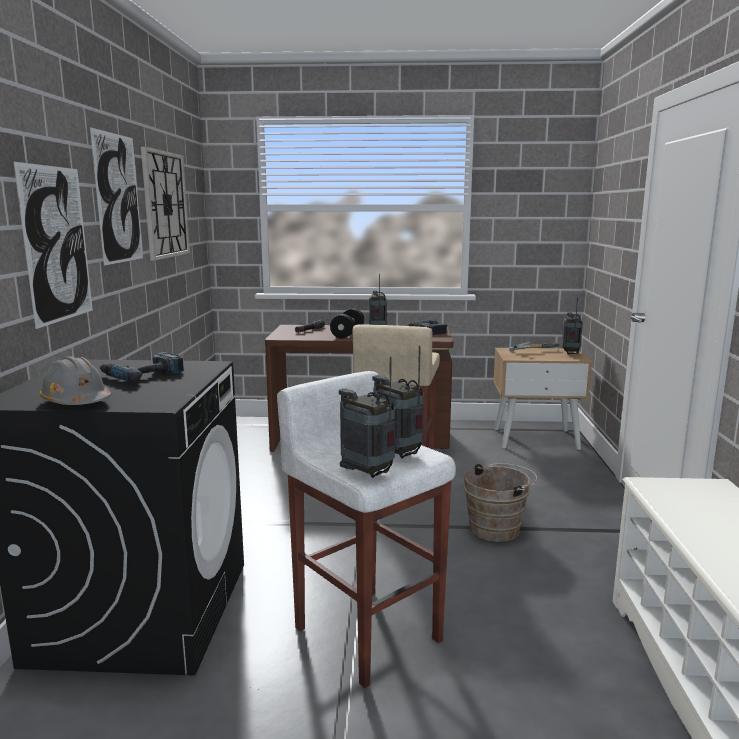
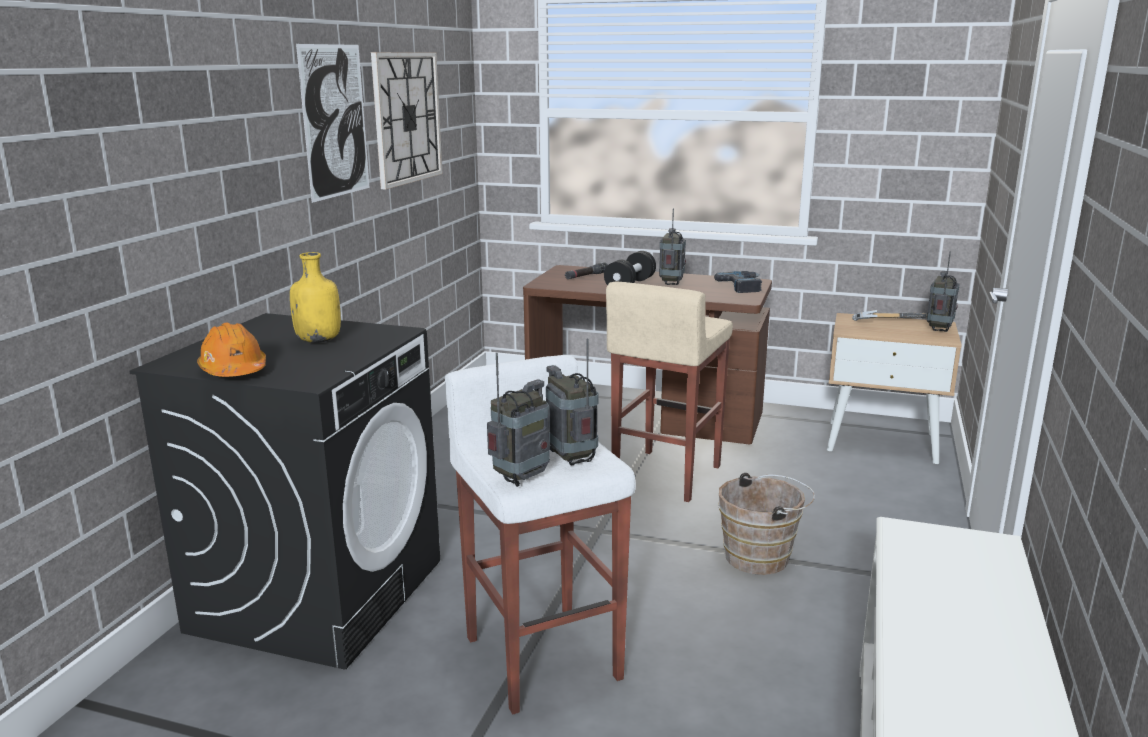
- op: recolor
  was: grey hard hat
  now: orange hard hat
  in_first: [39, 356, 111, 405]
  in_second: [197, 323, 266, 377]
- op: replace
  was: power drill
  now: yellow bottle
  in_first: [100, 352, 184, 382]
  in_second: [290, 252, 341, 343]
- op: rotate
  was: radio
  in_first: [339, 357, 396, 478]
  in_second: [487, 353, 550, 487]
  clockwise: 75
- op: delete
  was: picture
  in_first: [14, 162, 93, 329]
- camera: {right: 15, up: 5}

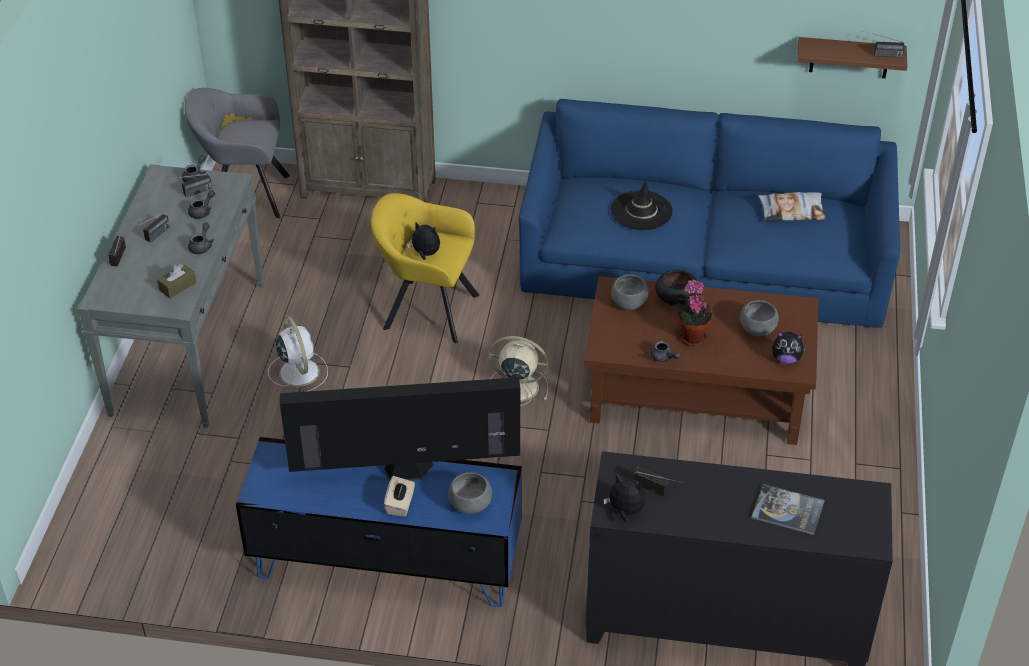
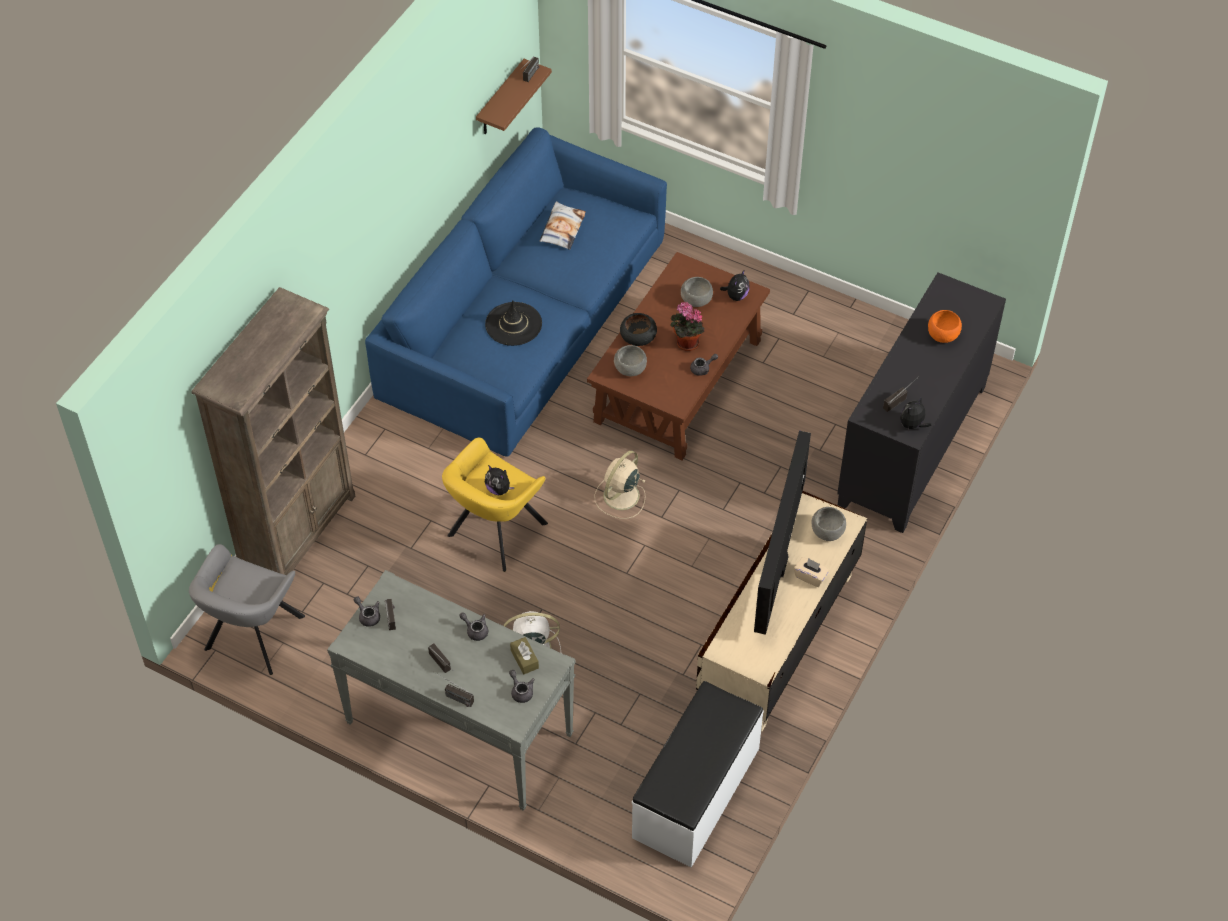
- op: rotate
  was: plush toy
  in_first: [407, 222, 440, 260]
  in_second: [485, 465, 514, 495]
  clockwise: -90
- op: move
  was: grey teapot
  in_first: [188, 190, 215, 219]
  in_second: [509, 670, 535, 703]
- op: insert
  now: white bench
  in_second: [632, 681, 764, 868]
- op: recolor
  was: blue tv stand
  now: beige tv stand
  in_first: [236, 437, 522, 607]
  in_second: [696, 491, 867, 732]
- op: replace
  was: book
  now: orange bowl
  in_first: [751, 484, 825, 535]
  in_second: [928, 310, 962, 343]
- camera: {right: -70, up: 10}

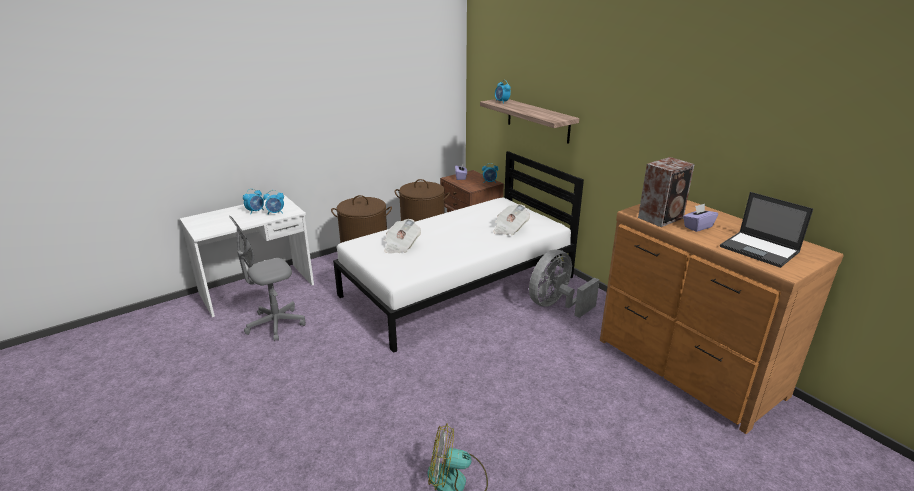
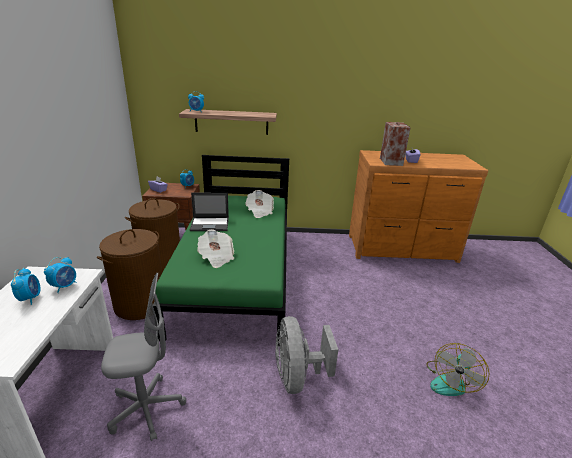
- op: rotate
  was: grey office chair
  in_first: [229, 216, 306, 341]
  in_second: [101, 273, 186, 441]
  clockwise: -105
- op: recolor
  was: white bed
  now: green bed
  in_first: [333, 151, 584, 353]
  in_second: [153, 155, 289, 346]
- op: move
  was: laptop
  in_first: [720, 192, 813, 268]
  in_second: [190, 193, 229, 231]
- op: move
  was: grey fan
  in_first: [529, 250, 600, 318]
  in_second: [275, 316, 338, 394]
- camera: {right: -55, up: 0}

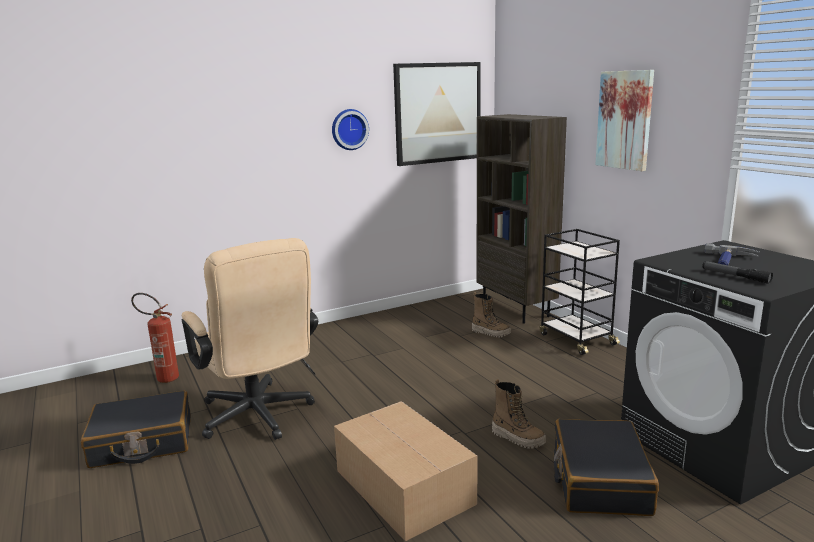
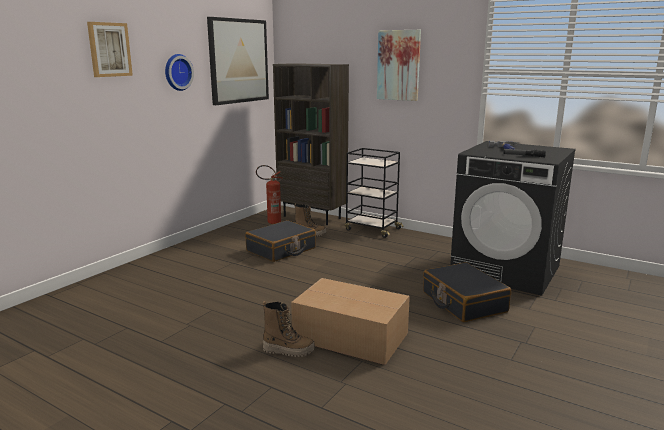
- op: insert
  now: picture
  in_second: [87, 22, 133, 77]
- op: move
  was: black suitcase
  in_first: [81, 391, 191, 468]
  in_second: [245, 220, 316, 262]
- op: move
  was: fire extinguisher
  in_first: [131, 293, 179, 383]
  in_second: [256, 165, 282, 224]
- op: move
  was: boot
  in_first: [492, 379, 546, 449]
  in_second: [263, 301, 315, 357]
- op: delete
  was: beige office chair
  in_first: [182, 238, 318, 440]
- camera: {right: -30, up: 0}

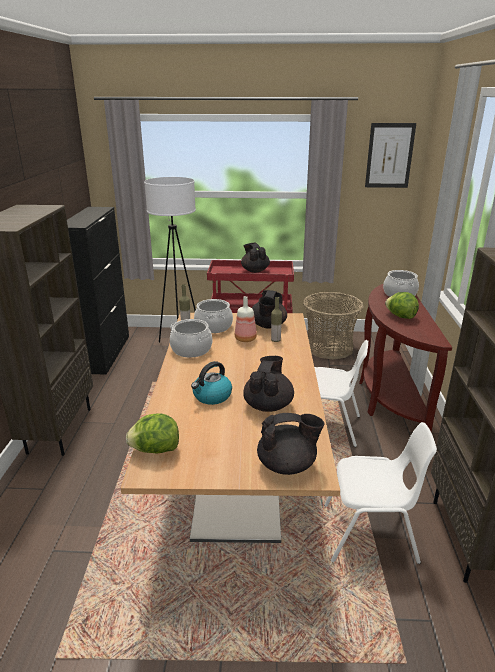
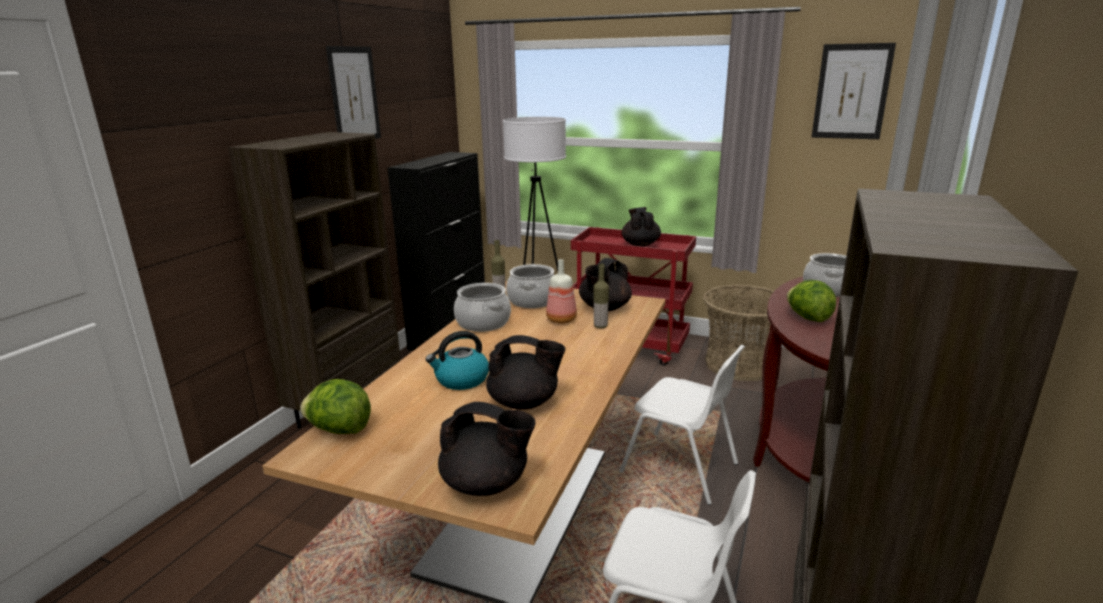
- op: insert
  now: picture
  in_second: [326, 46, 381, 139]
- op: rotate
  was: black teapot
  in_first: [243, 356, 294, 412]
  in_second: [486, 335, 565, 410]
  clockwise: 60
- camera: {right: 20, up: -5}

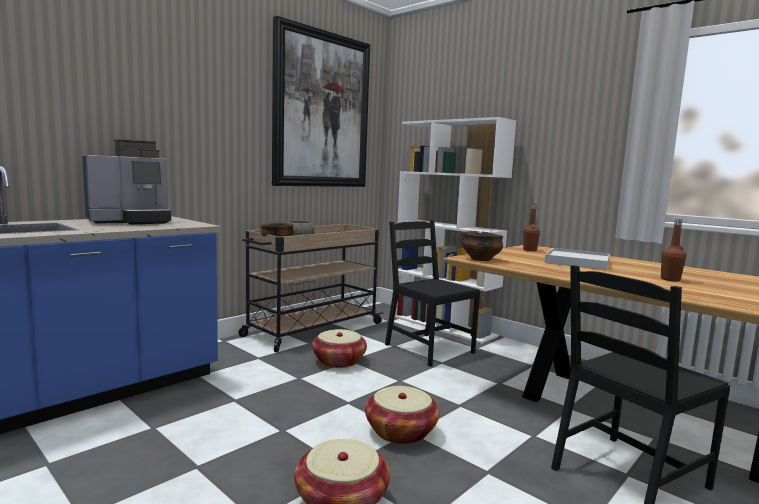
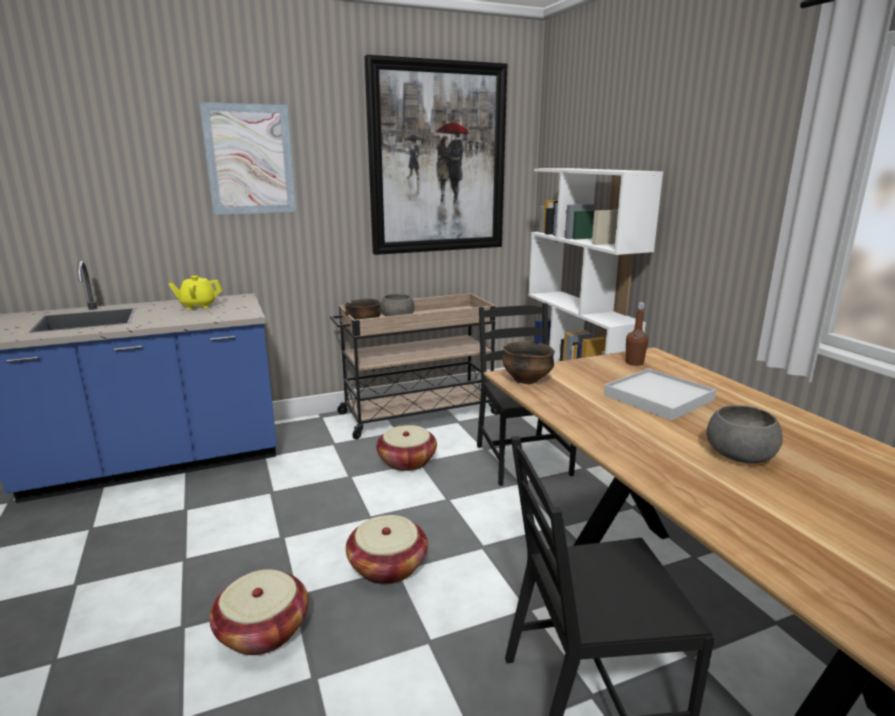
- op: replace
  was: coffee machine
  now: yellow teapot
  in_first: [82, 139, 171, 224]
  in_second: [168, 276, 222, 309]
- op: insert
  now: picture
  in_second: [199, 102, 296, 215]
- op: replace
  was: brown bottle
  now: grey bowl
  in_first: [661, 219, 686, 281]
  in_second: [706, 405, 783, 463]
- camera: {right: 25, up: 10}

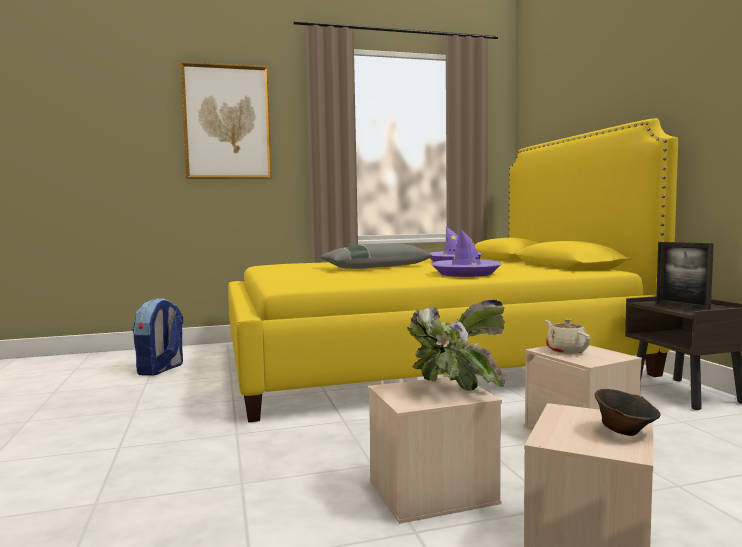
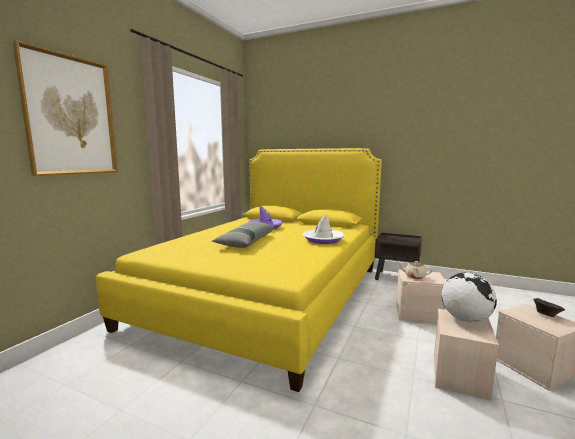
- op: recolor
  was: purple hat
  now: white hat
  in_first: [431, 230, 501, 277]
  in_second: [303, 215, 345, 244]
- op: replace
  was: potted plant
  now: globe
  in_first: [407, 300, 505, 391]
  in_second: [442, 272, 497, 322]
- op: delete
  was: backpack
  in_first: [132, 298, 184, 376]
- op: delete
  was: picture frame
  in_first: [656, 242, 714, 311]
- camera: {right: -50, up: 5}

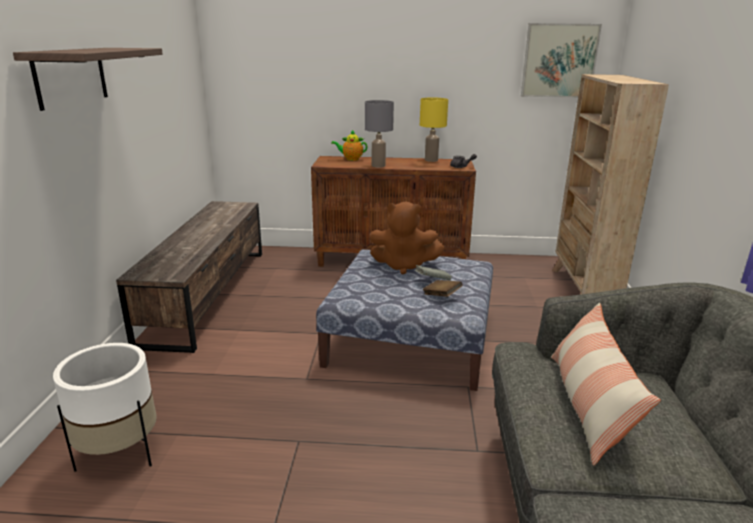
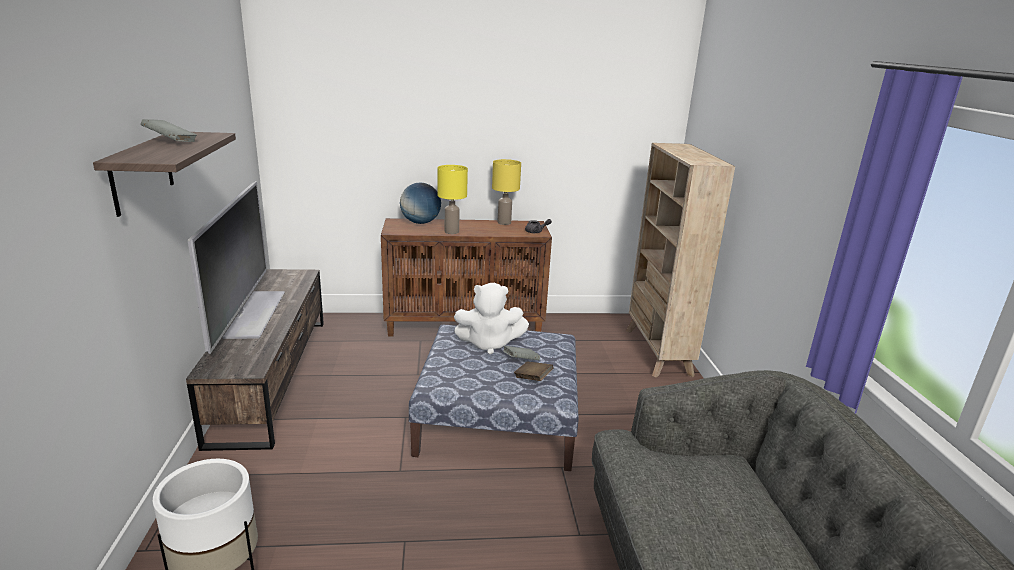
- op: insert
  now: grey book
  in_second: [141, 119, 197, 142]
- op: insert
  now: television
  in_second: [188, 181, 285, 354]
- op: replace
  was: teapot
  now: globe
  in_first: [331, 130, 367, 161]
  in_second: [400, 183, 441, 224]
- op: recolor
  was: grey table lamp
  now: yellow table lamp
  in_first: [365, 100, 394, 167]
  in_second: [437, 165, 468, 234]
- op: recolor
  was: brown plush toy
  now: white plush toy
  in_first: [369, 202, 444, 274]
  in_second: [454, 283, 529, 354]
- op: delete
  was: picture
  in_first: [521, 23, 602, 98]
- op: delete
  was: pillow
  in_first: [551, 303, 661, 466]
- camera: {right: -10, up: 0}

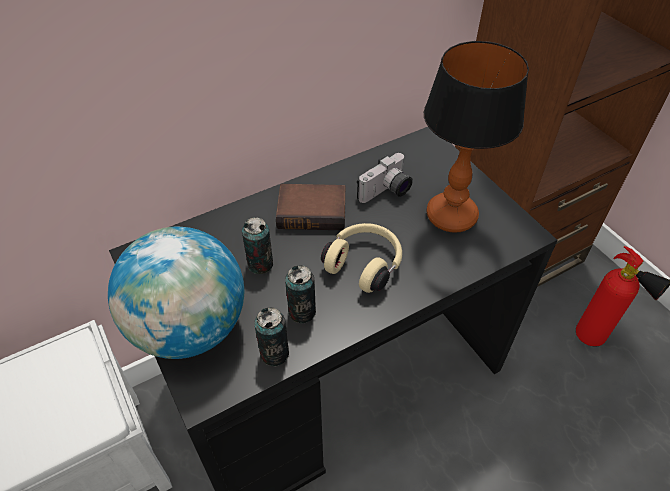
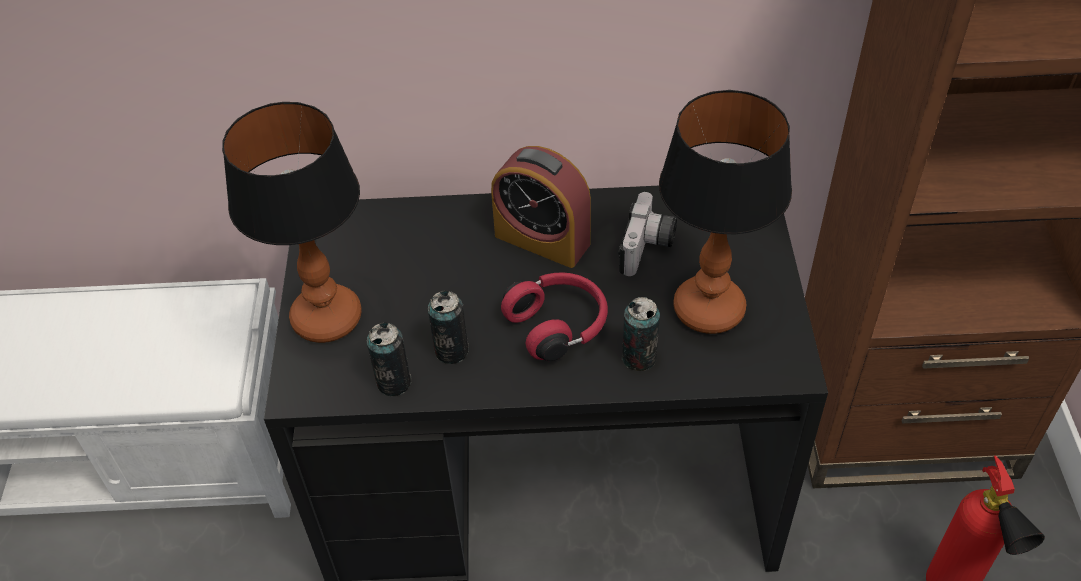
- op: replace
  was: globe
  now: table lamp
  in_first: [108, 227, 244, 359]
  in_second: [222, 102, 362, 343]
- op: replace
  was: book
  now: alarm clock
  in_first: [276, 184, 346, 230]
  in_second: [491, 146, 591, 268]
- op: recolor
  was: beige headphones
  now: red headphones
  in_first: [321, 223, 402, 293]
  in_second: [501, 273, 608, 361]
- op: rotate
  was: photo camera
  in_first: [357, 153, 413, 203]
  in_second: [619, 192, 677, 276]
  clockwise: -60
- op: move
  was: can
  in_first: [242, 217, 273, 274]
  in_second: [622, 297, 660, 371]
- camera: {right: 30, up: 0}

